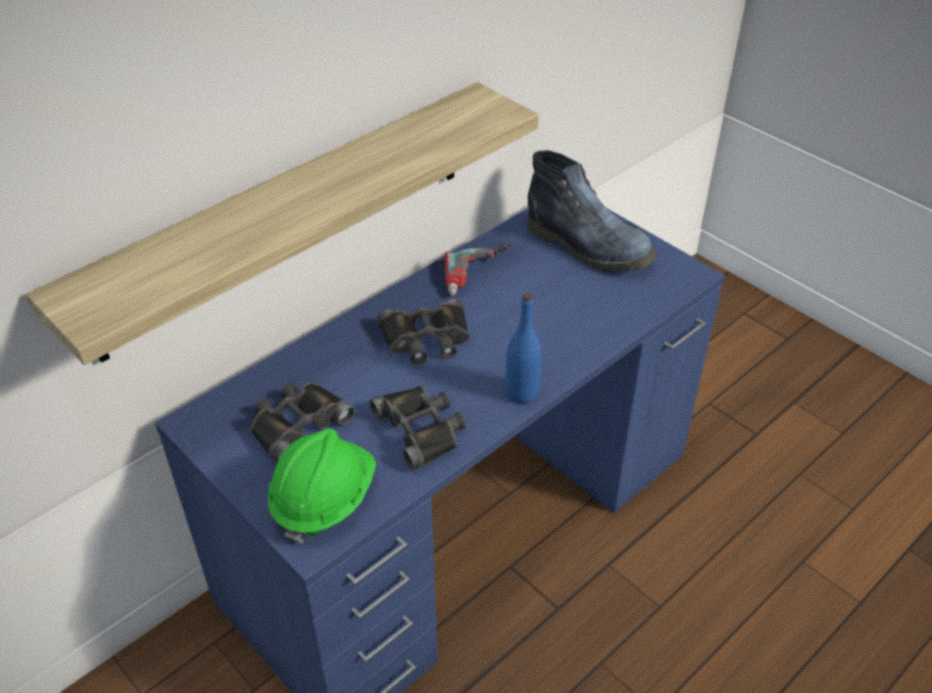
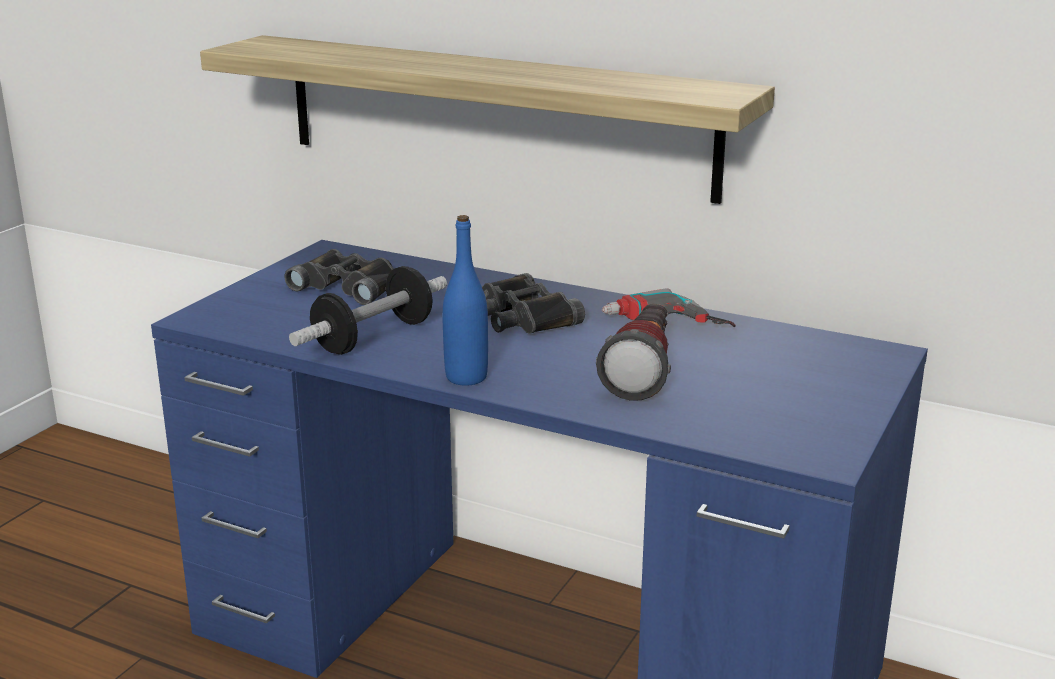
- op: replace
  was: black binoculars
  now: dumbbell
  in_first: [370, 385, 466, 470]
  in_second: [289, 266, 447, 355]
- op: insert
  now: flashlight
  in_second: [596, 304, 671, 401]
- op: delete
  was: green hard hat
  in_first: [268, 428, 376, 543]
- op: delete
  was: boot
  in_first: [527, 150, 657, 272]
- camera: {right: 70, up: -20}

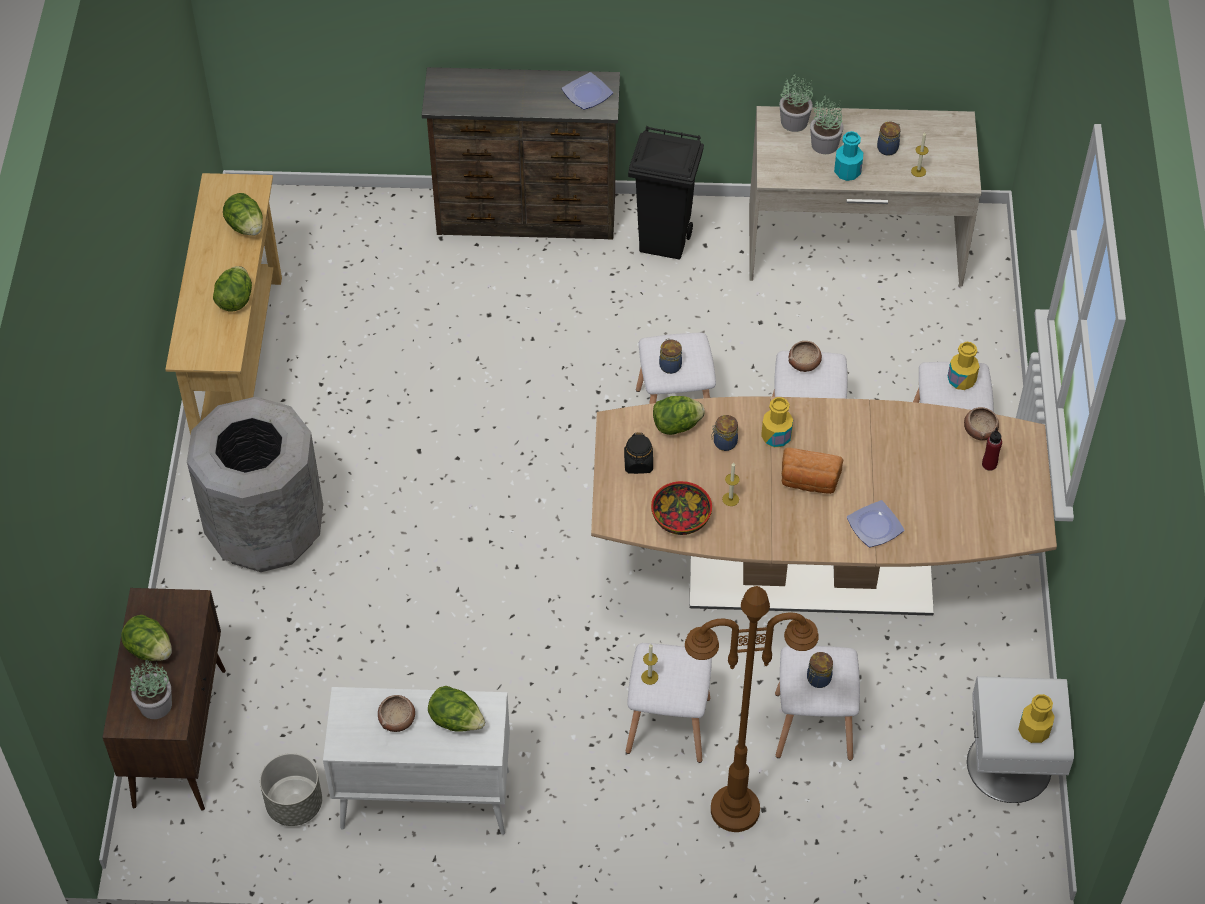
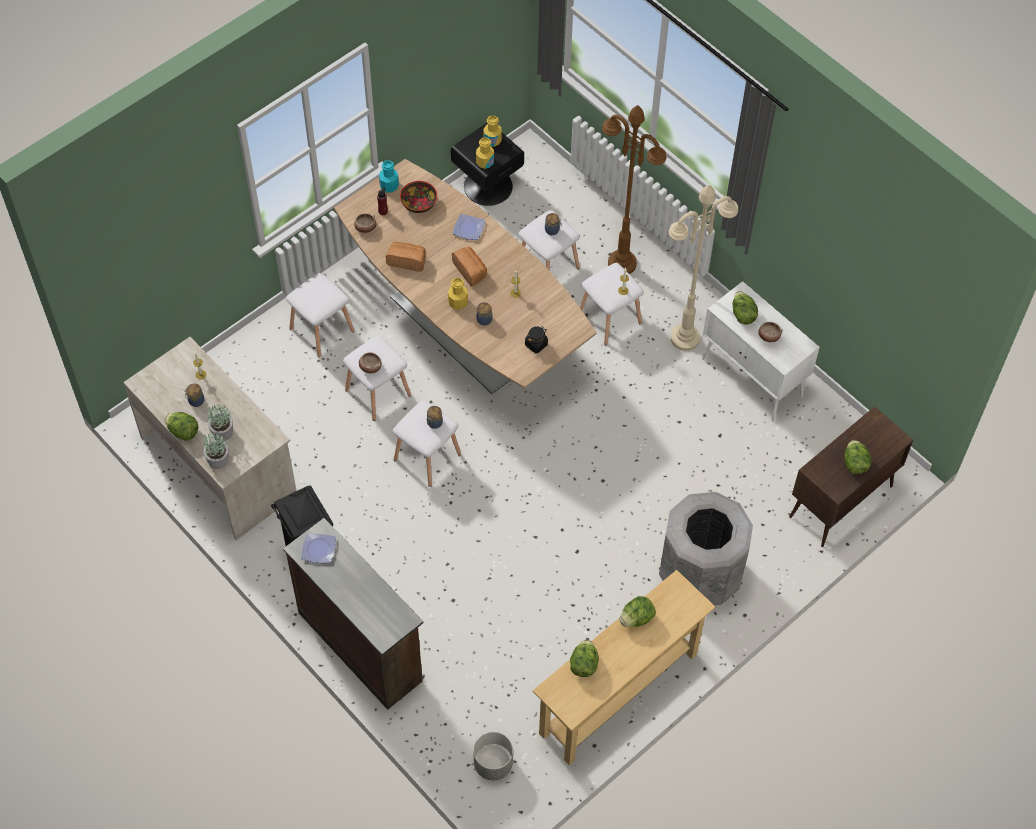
- op: move
  was: lettuce
  in_first: [653, 396, 705, 435]
  in_second: [165, 412, 198, 441]
- op: move
  was: turquoise bottle
  in_first: [834, 131, 863, 181]
  in_second: [379, 160, 399, 192]
- op: insert
  now: bread
  in_second: [386, 242, 426, 272]
- op: move
  was: bowl
  in_first: [651, 481, 712, 535]
  in_second: [400, 181, 437, 213]
- op: recolor
  was: white nightstand
  now: black nightstand
  in_first: [967, 676, 1074, 803]
  in_second: [451, 123, 524, 206]
- op: move
  was: grey planter
  in_first: [260, 753, 322, 826]
  in_second: [473, 732, 513, 780]
- op: move
  was: yellow bottle
  in_first: [948, 342, 980, 390]
  in_second: [476, 137, 494, 169]
- op: insert
  now: beige floor lamp
  in_second: [669, 185, 738, 351]
- op: delete
  was: potted plant
  in_first: [130, 660, 172, 719]
- camera: {right: -135, up: 5}

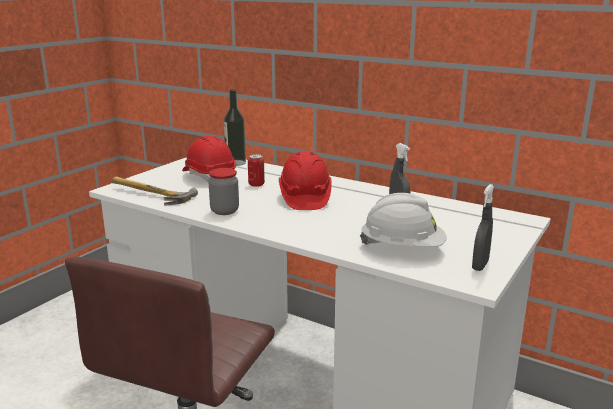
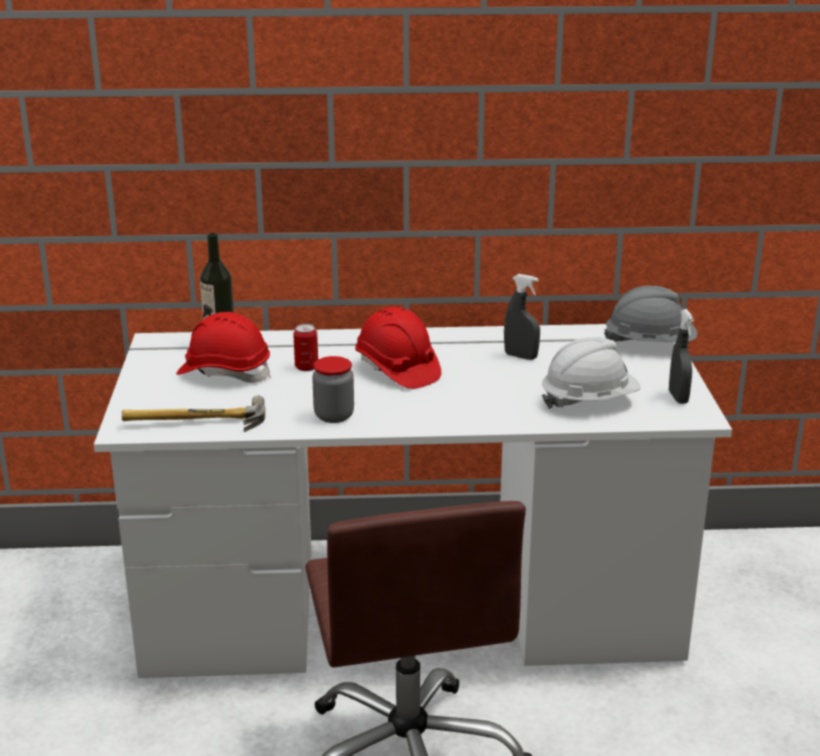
- op: insert
  now: grey hard hat
  in_second: [604, 286, 697, 342]
- camera: {right: -35, up: 5}

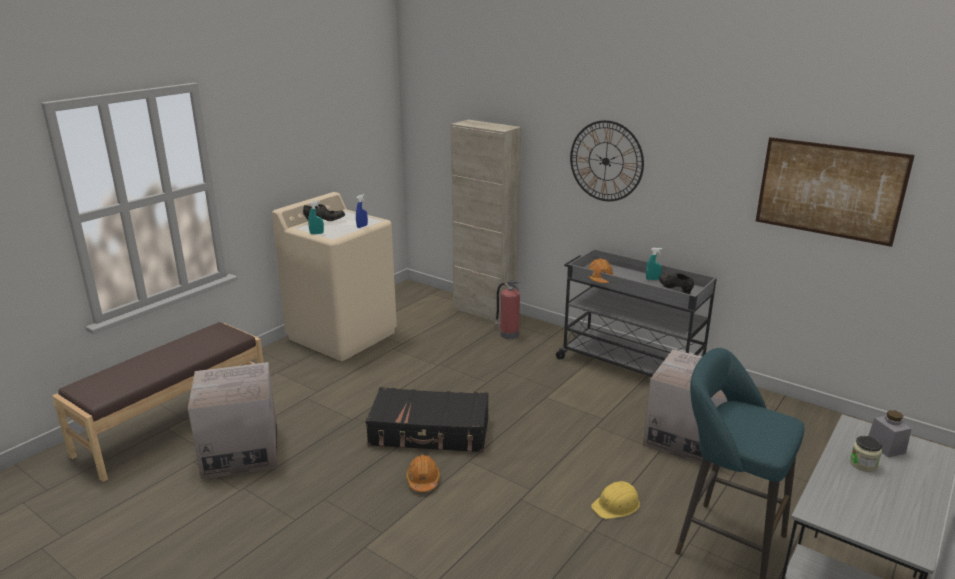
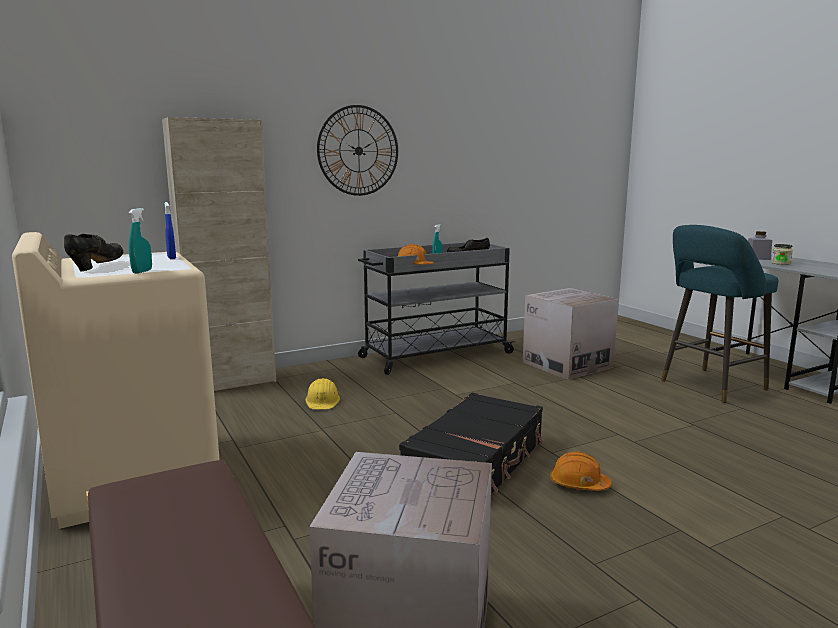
- op: move
  was: yellow hard hat
  in_first: [591, 481, 640, 519]
  in_second: [306, 378, 340, 410]
- op: delete
  was: fire extinguisher
  in_first: [495, 281, 521, 339]
- op: delete
  was: picture
  in_first: [756, 137, 915, 247]
- camera: {right: -65, up: -10}

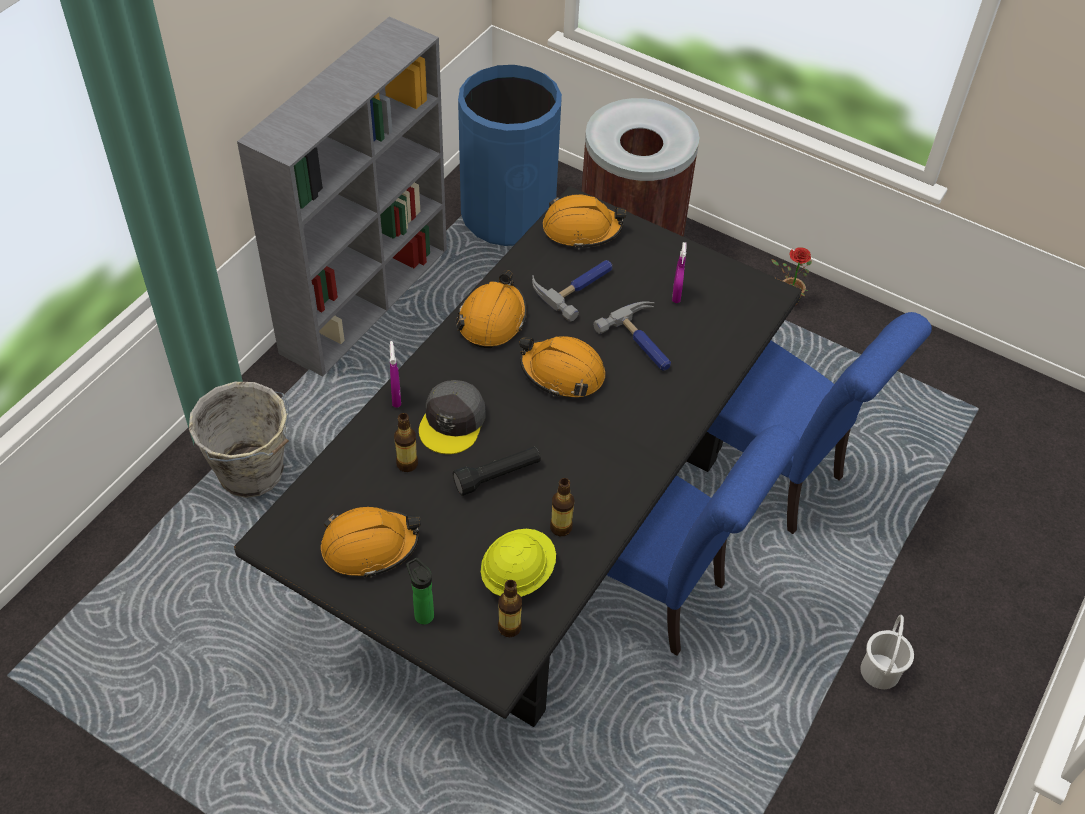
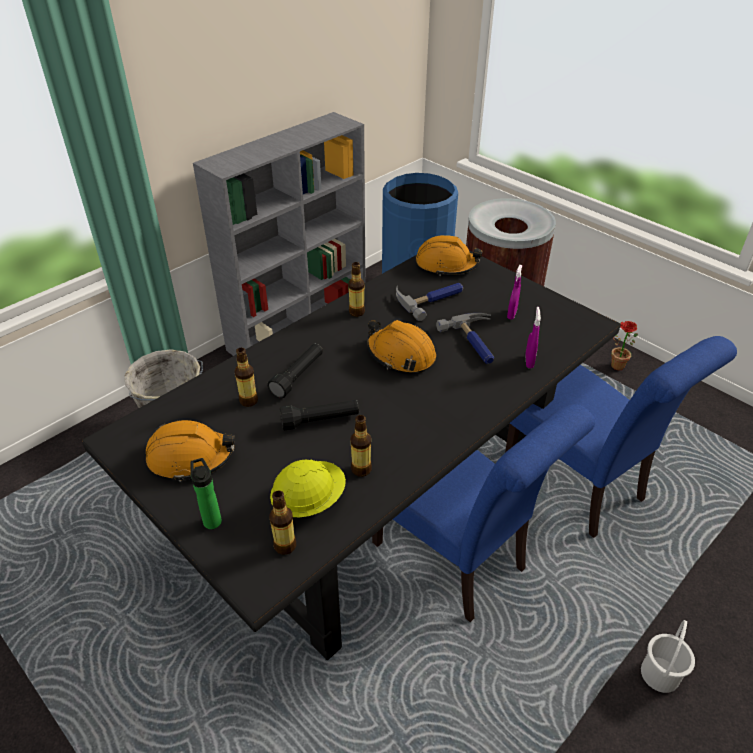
- op: replace
  was: grey cap
  now: black flashlight
  in_first: [419, 380, 485, 454]
  in_second: [267, 344, 323, 398]
- op: replace
  was: orange hard hat
  now: bottle
  in_first: [456, 270, 527, 348]
  in_second: [348, 262, 365, 317]
- op: move
  was: purple spray bottle
  in_first: [390, 341, 401, 408]
  in_second: [525, 307, 541, 368]
- camera: {right: 15, up: -10}

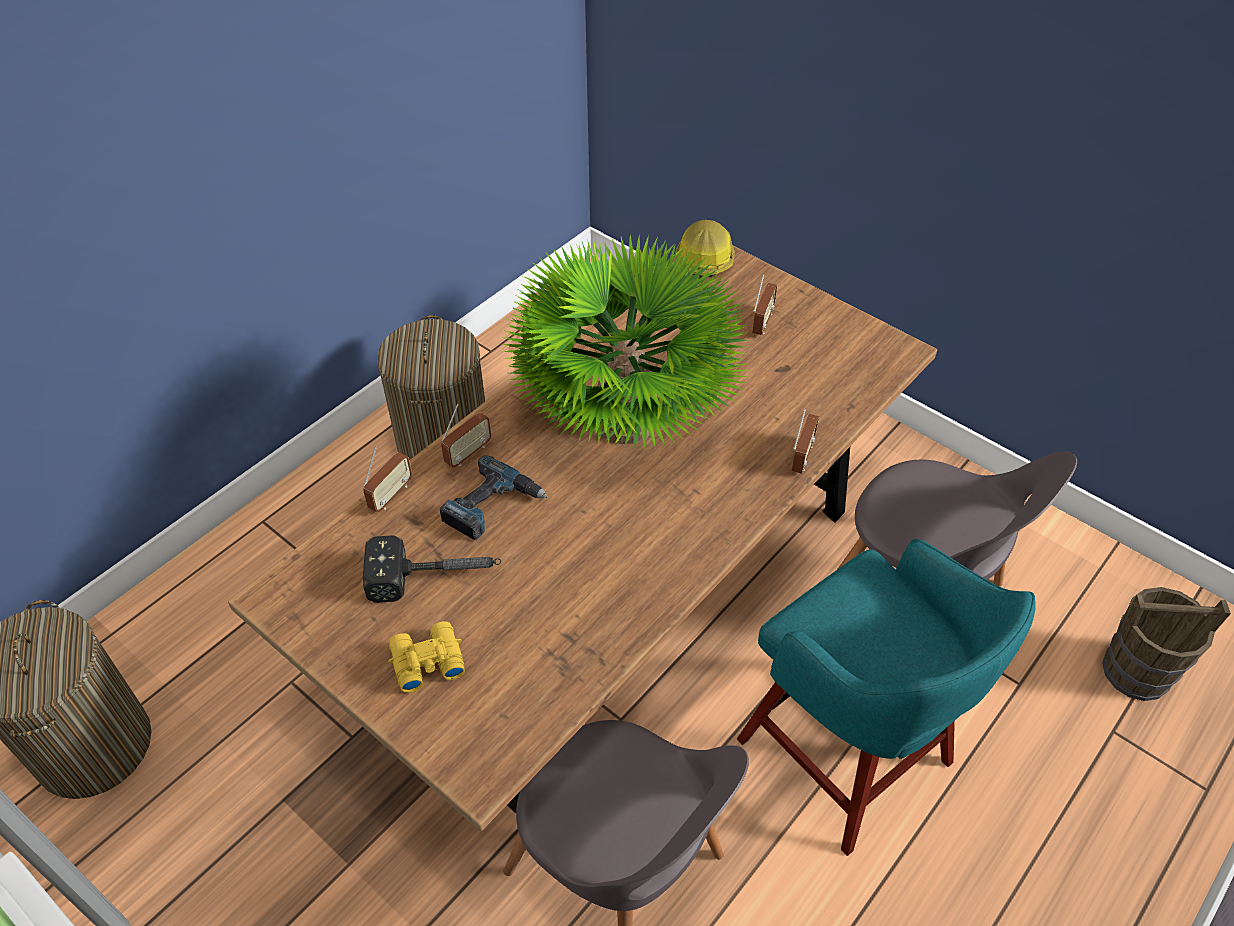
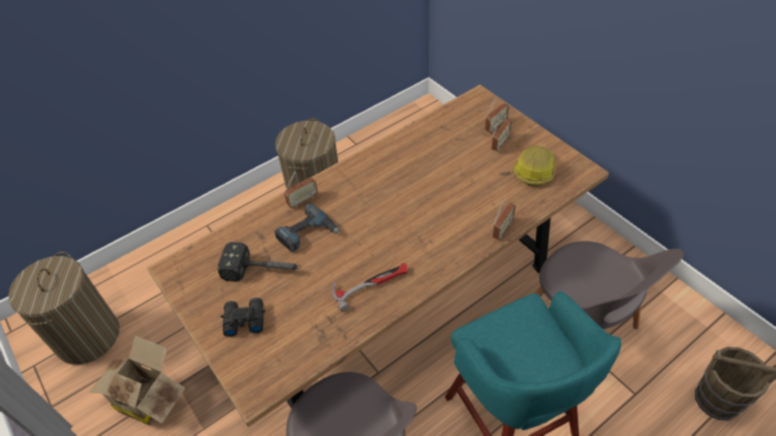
- op: insert
  now: cardboard box
  in_second: [90, 335, 185, 426]
- op: recolor
  was: yellow binoculars
  now: black binoculars
  in_first: [388, 621, 465, 693]
  in_second: [221, 298, 265, 337]
- op: insert
  now: hammer
  in_second: [331, 263, 407, 311]
- op: move
  was: radio
  in_first: [363, 446, 412, 512]
  in_second: [485, 96, 509, 132]
- op: move
  was: hard hat
  in_first: [675, 220, 734, 278]
  in_second: [513, 146, 556, 186]
- op: delete
  was: potted plant
  in_first: [501, 233, 749, 447]
- camera: {right: 15, up: 0}

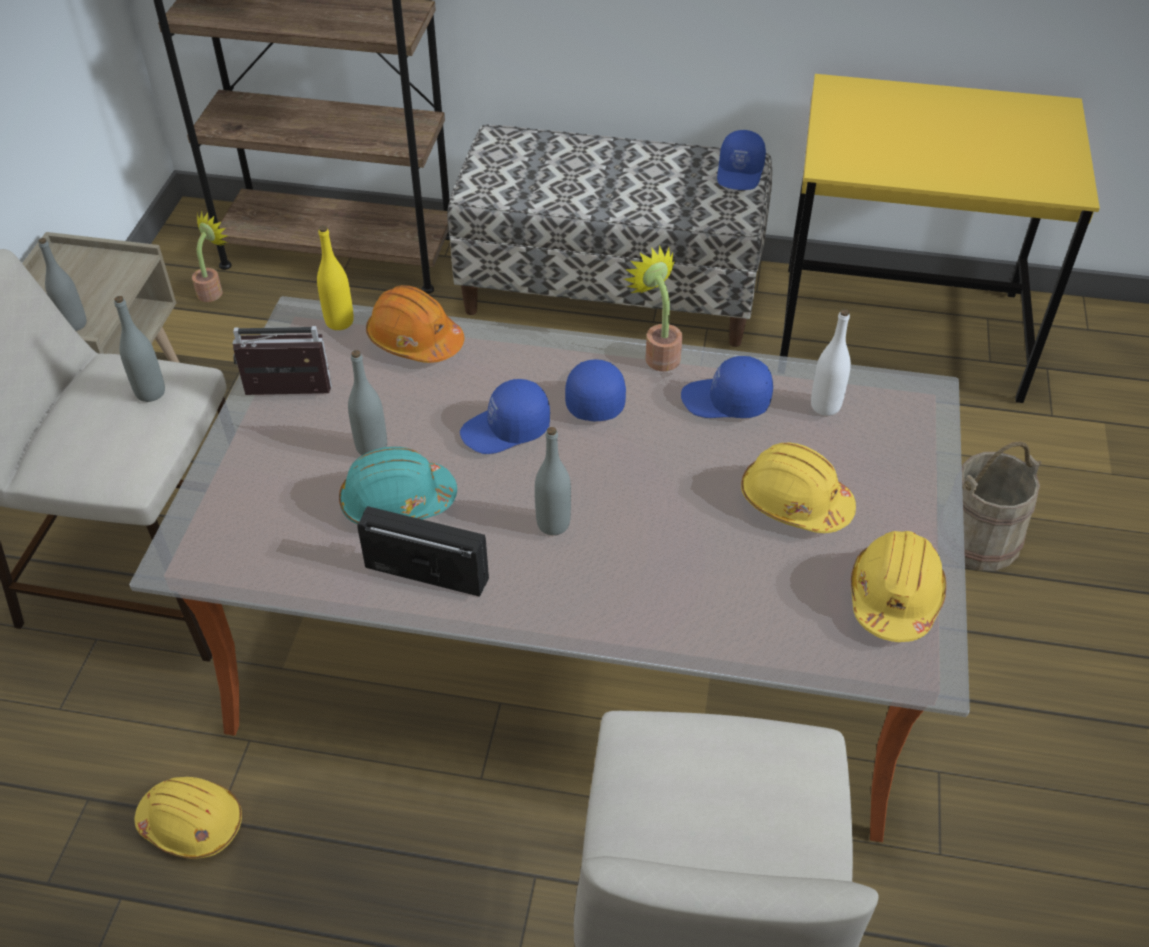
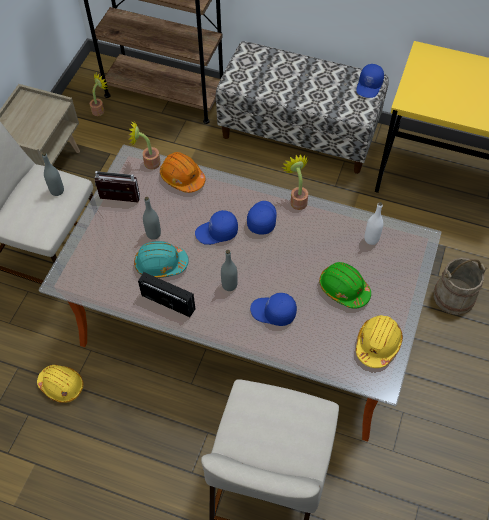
- op: replace
  was: yellow bottle
  now: potted plant
  in_first: [317, 226, 354, 330]
  in_second: [128, 120, 161, 170]
- op: move
  was: blue cap
  in_first: [681, 356, 773, 418]
  in_second: [250, 293, 297, 326]
- op: recolor
  was: yellow hard hat
  now: green hard hat
  in_first: [741, 443, 856, 533]
  in_second: [319, 262, 371, 309]
- op: delete
  was: grey bottle
  in_first: [38, 238, 87, 331]
- camera: {right: 10, up: 10}

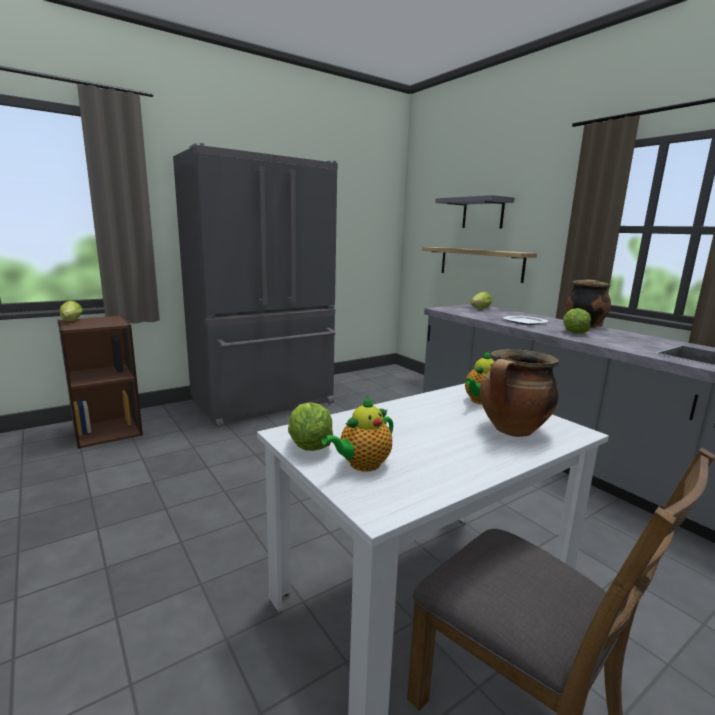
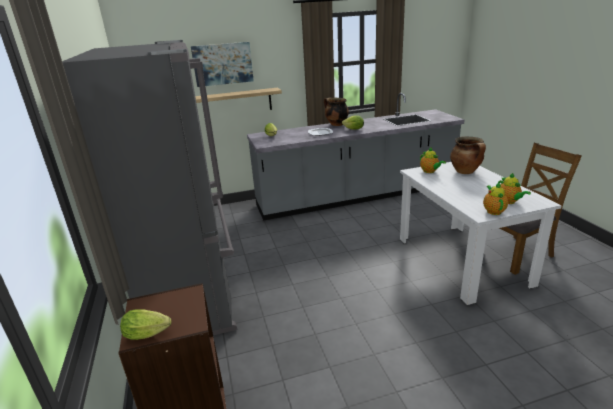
- op: replace
  was: grey shelf
  now: picture
  in_first: [435, 195, 515, 228]
  in_second: [191, 42, 254, 87]
- op: replace
  was: lettuce
  now: teapot
  in_first: [288, 402, 333, 451]
  in_second: [483, 182, 508, 215]
- camera: {right: -70, up: 10}

